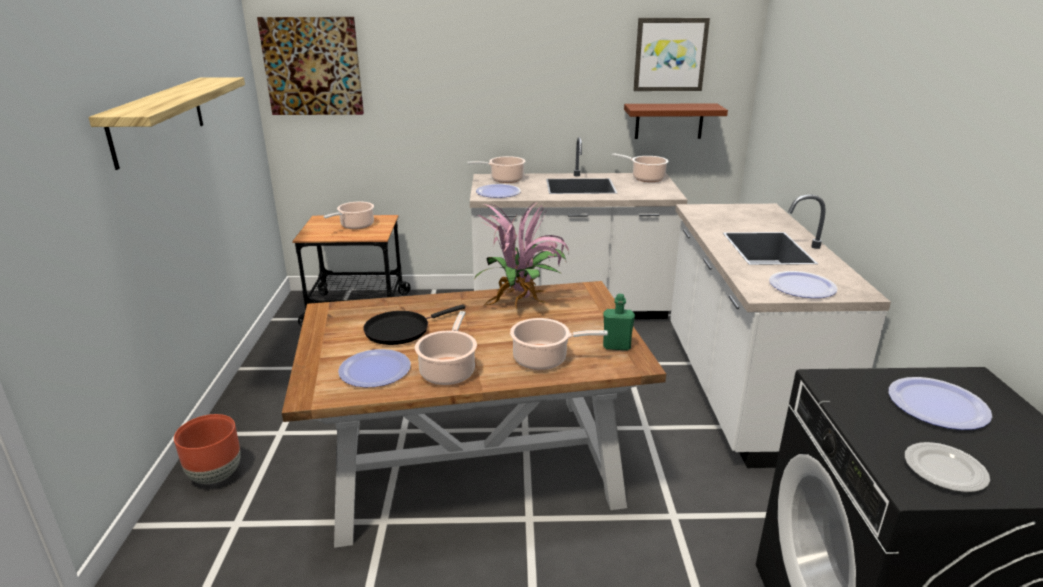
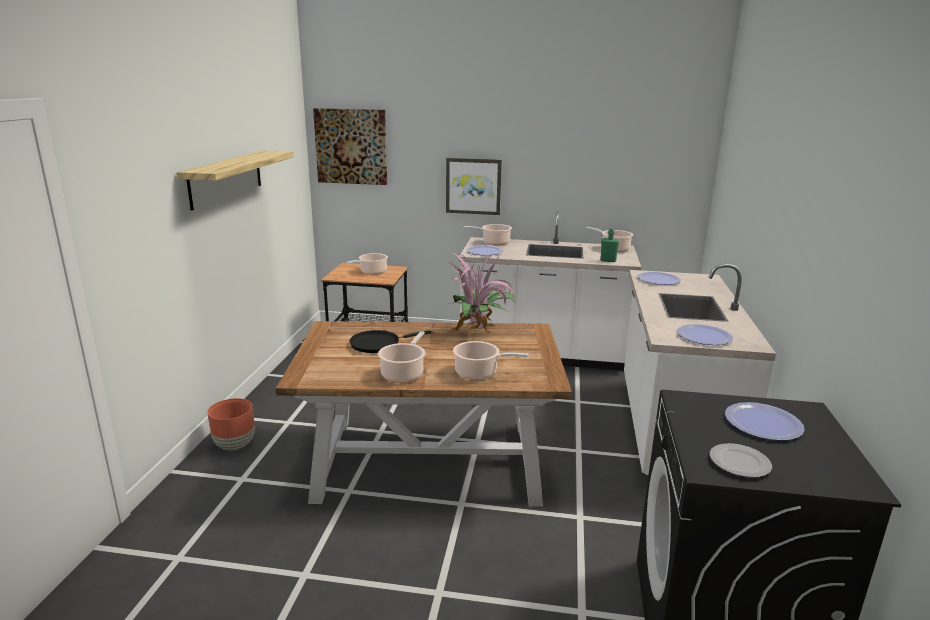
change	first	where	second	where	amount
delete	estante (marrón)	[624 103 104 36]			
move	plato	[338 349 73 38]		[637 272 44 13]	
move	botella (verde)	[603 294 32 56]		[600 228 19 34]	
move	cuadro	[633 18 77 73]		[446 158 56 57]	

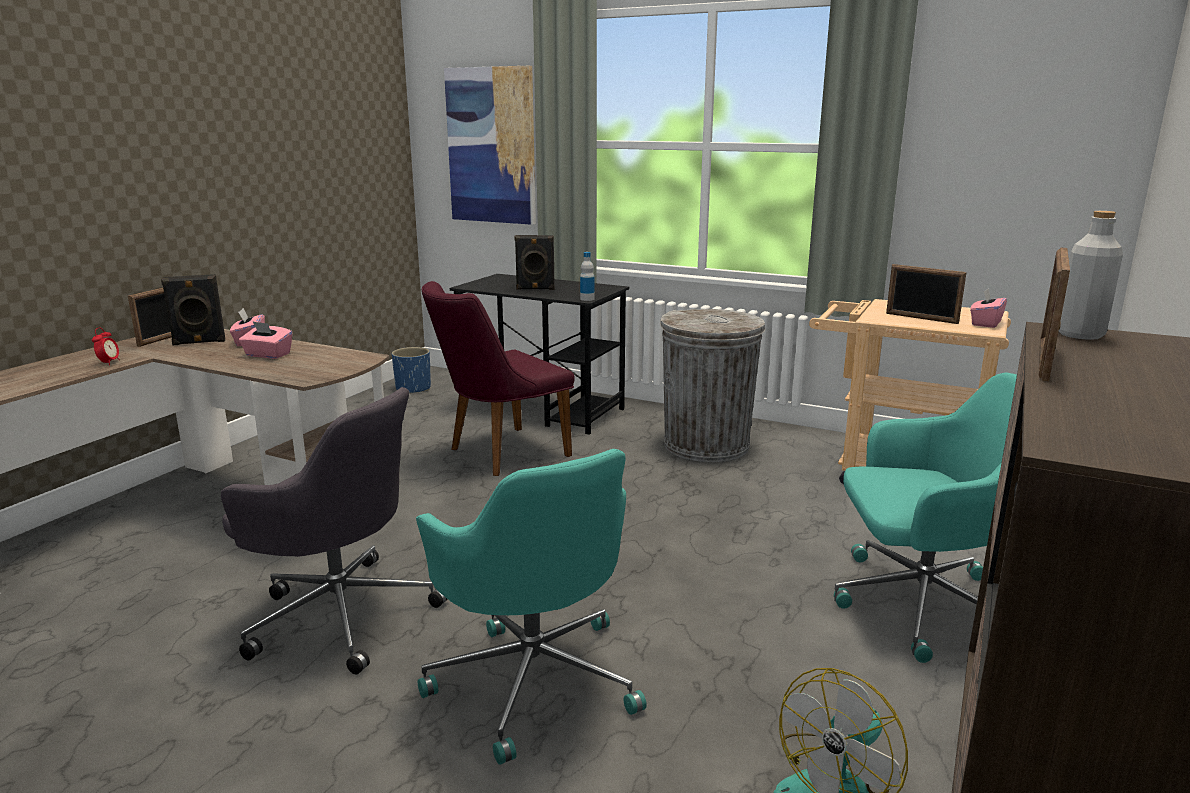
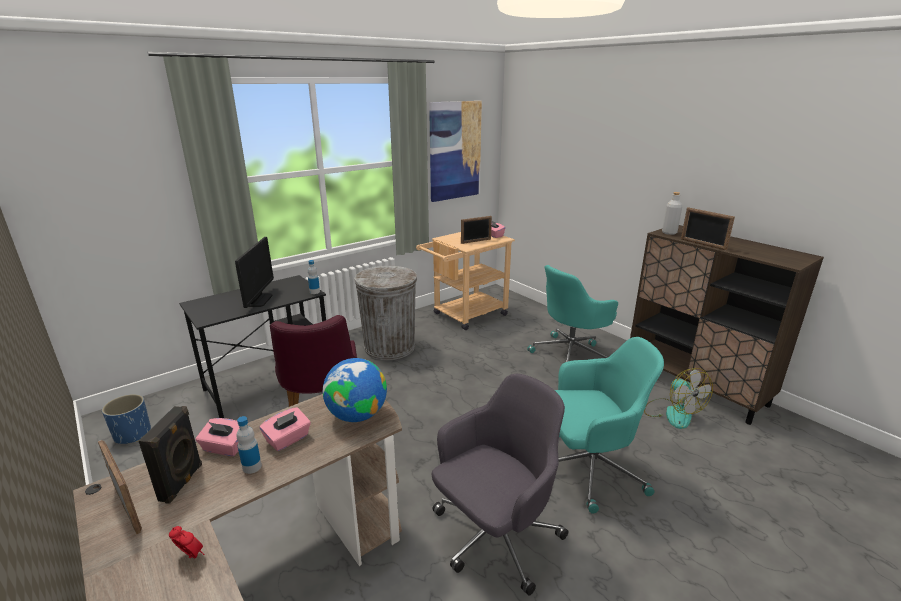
change	first	where	second	where	amount
insert			botella	[237 416 25 58]	
insert			globo terráqueo	[323 358 64 64]	
move	cuadro	[444 66 92 159]		[429 101 53 101]	
replace	altavoz (negro)	[515 235 40 55]	monitor	[235 237 39 71]	
rotate	silla de oficina (turquesa)	[834 373 183 290]		[527 265 91 97]	150 degrees counterclockwise

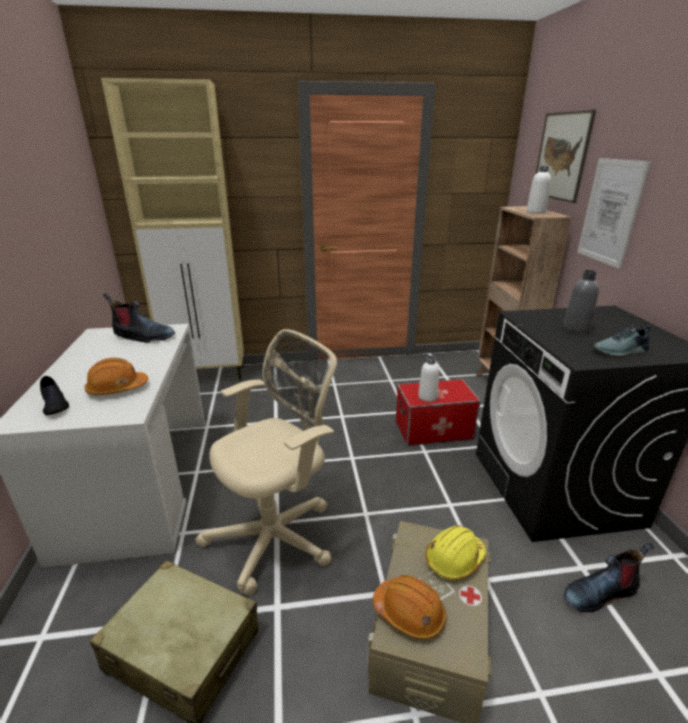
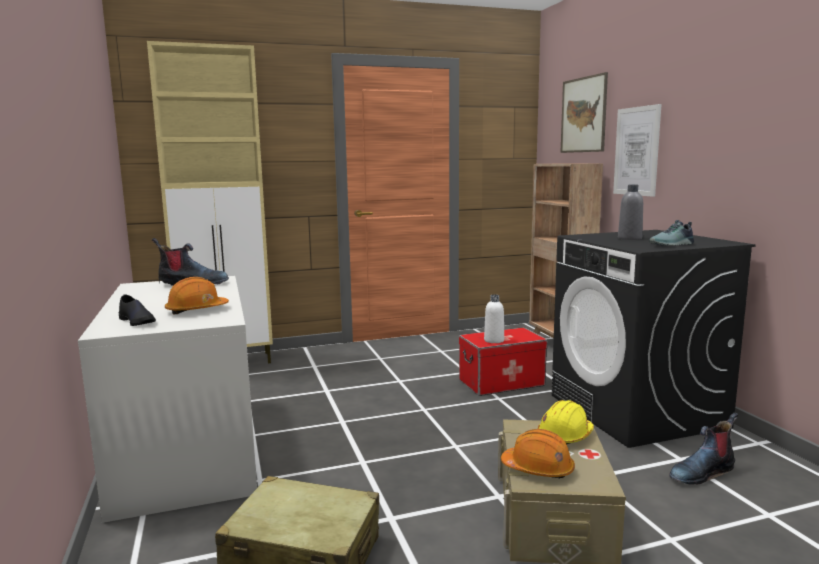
change	first	where	second	where	amount
delete	silla de oficina (beis)	[195 329 142 266]			
delete	botella (blanco)	[526 165 25 49]			

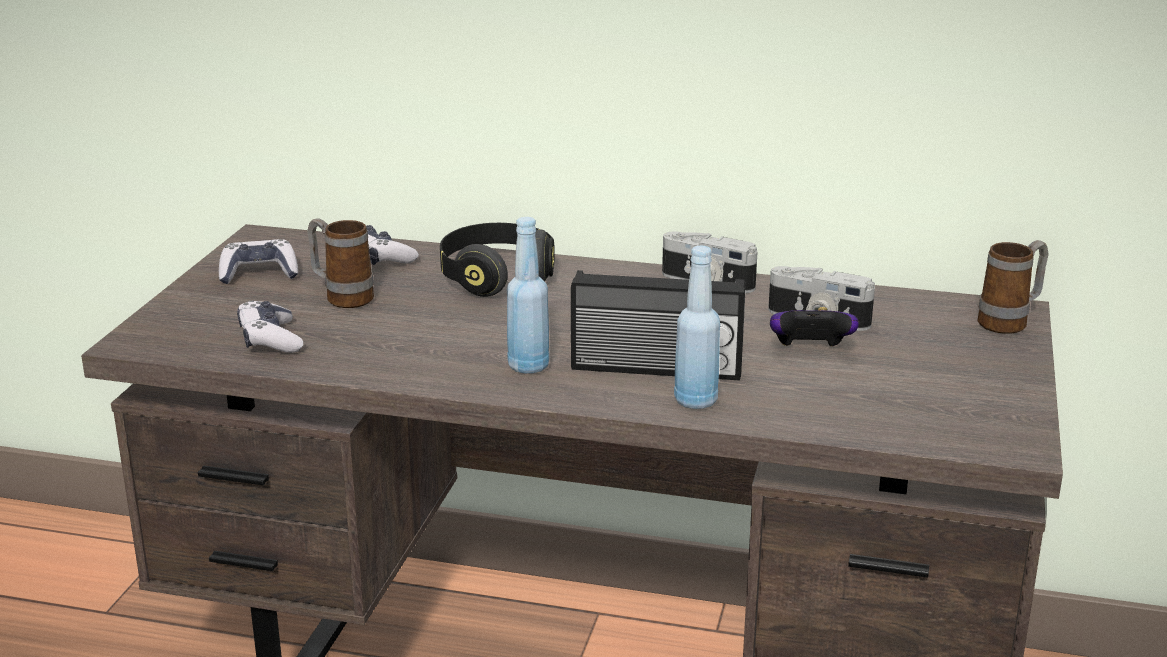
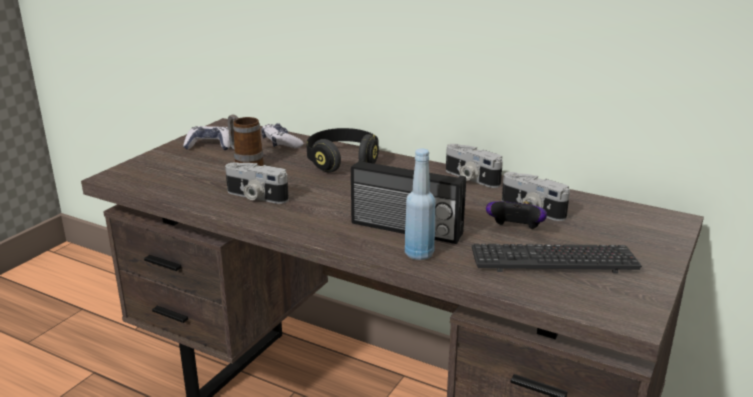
change	first	where	second	where	amount
delete	mando de consola	[237 300 66 53]			
delete	botella (azul)	[507 217 42 157]			
delete	taza grande	[977 240 72 94]			
insert			cámara	[225 162 64 42]	
insert			teclado	[472 244 170 29]	

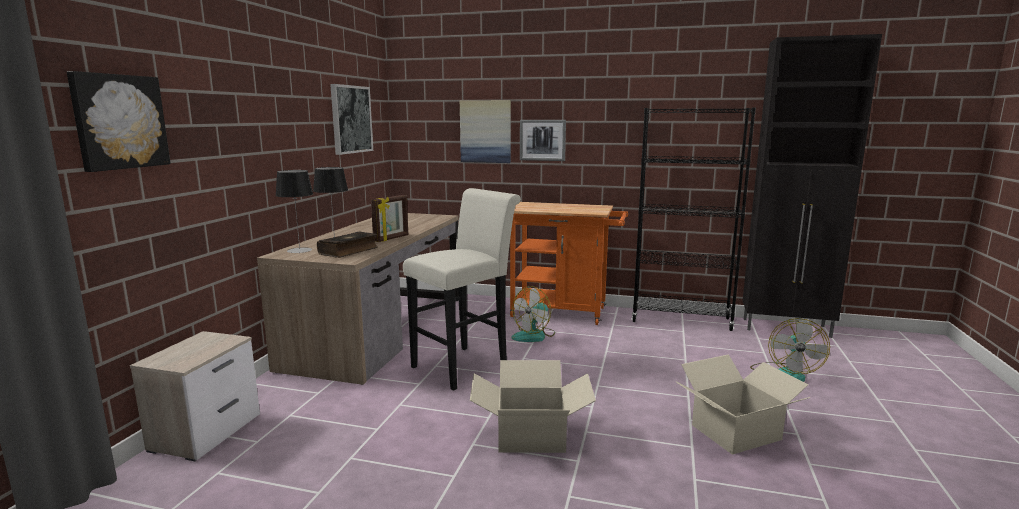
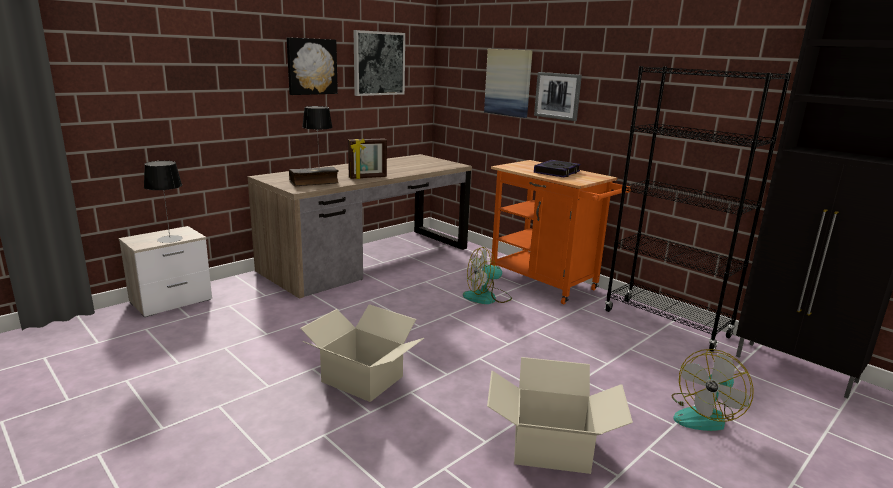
change	first	where	second	where	amount
delete	taburete (blanco)	[403 188 118 203]			
insert			libro	[534 160 47 17]	
move	cuadro	[67 71 104 101]		[287 37 51 58]	
move	lámpara de mesa	[275 170 38 83]		[144 161 38 82]	

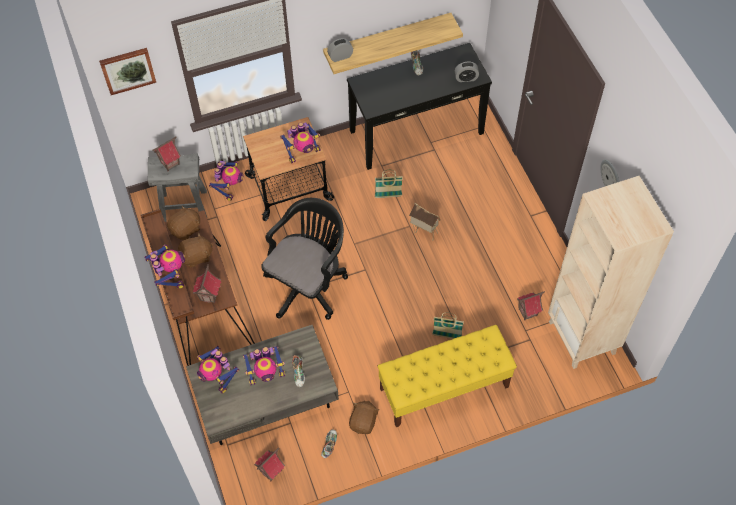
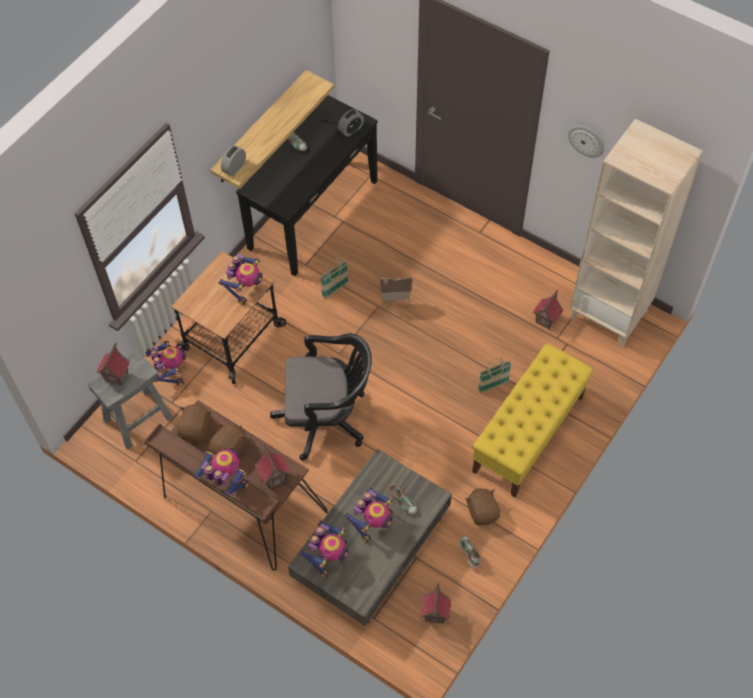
change	first	where	second	where	amount
delete	cuadro	[99 48 57 47]			
rotate	robot de juguete	[197 346 42 48]		[299 521 50 56]	75 degrees counterclockwise
rotate	silla de oficina (negro)	[261 198 87 122]		[270 333 102 128]	90 degrees clockwise

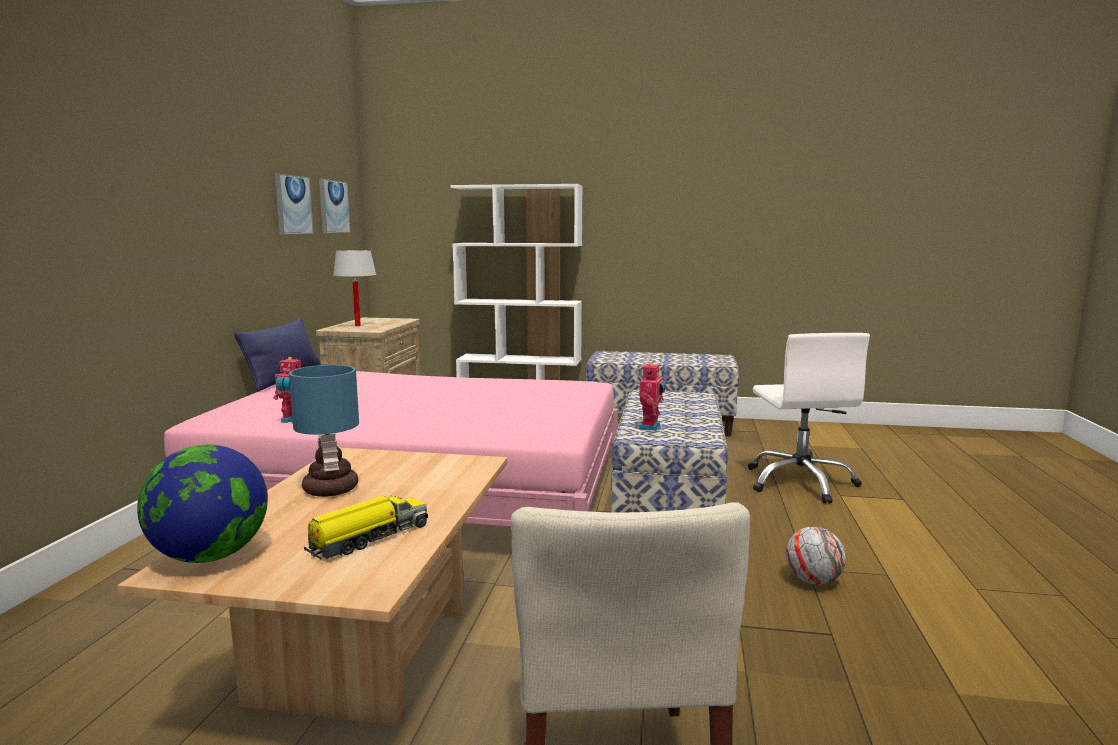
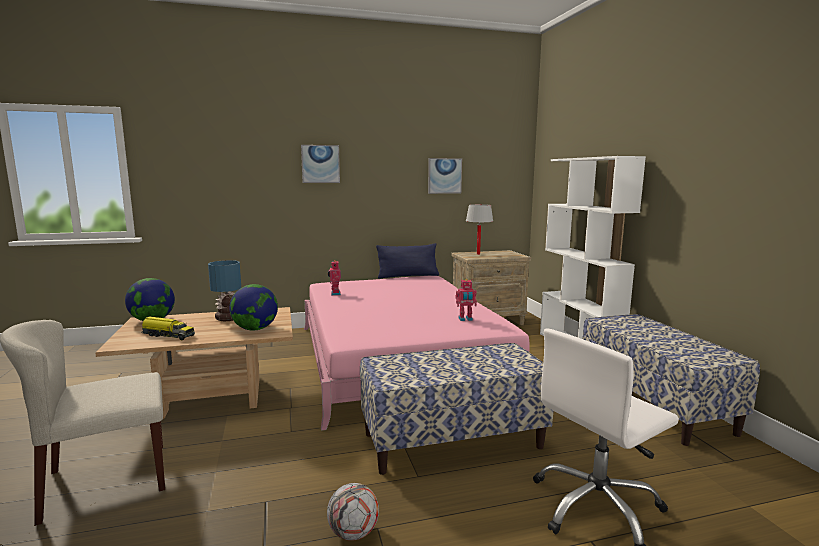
change	first	where	second	where	amount
insert			globo terráqueo	[229 284 49 46]	
move	cuadro	[319 179 31 54]		[301 145 39 38]	
move	robot de juguete	[639 362 27 69]		[455 279 22 42]	

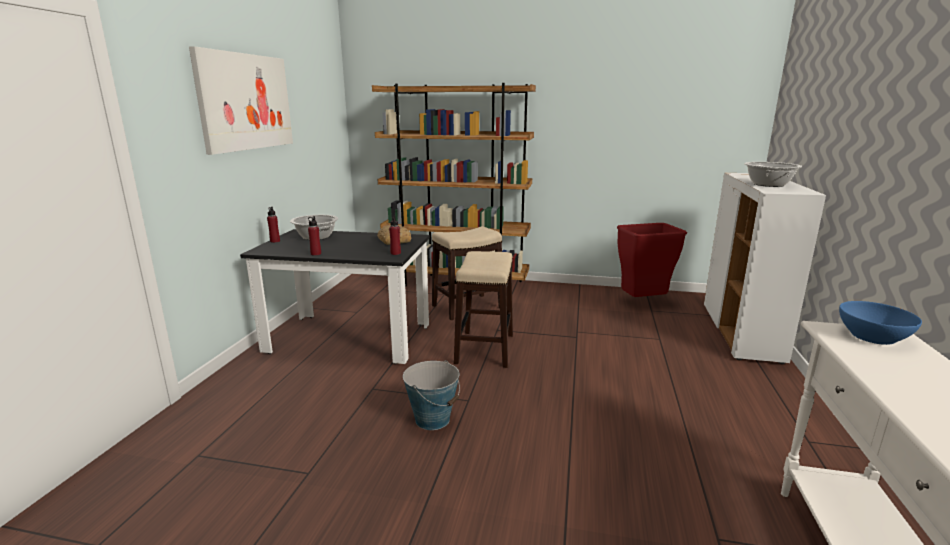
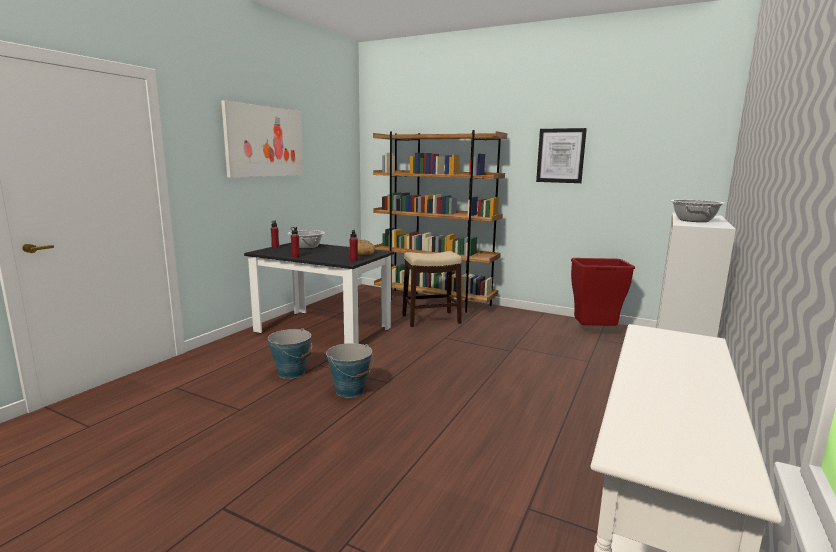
change	first	where	second	where	amount
delete	taburete	[454 251 59 117]			
delete	cuenco (azul)	[839 301 83 44]			
insert			cubo	[268 328 44 51]	
insert			cuadro	[536 128 51 55]	

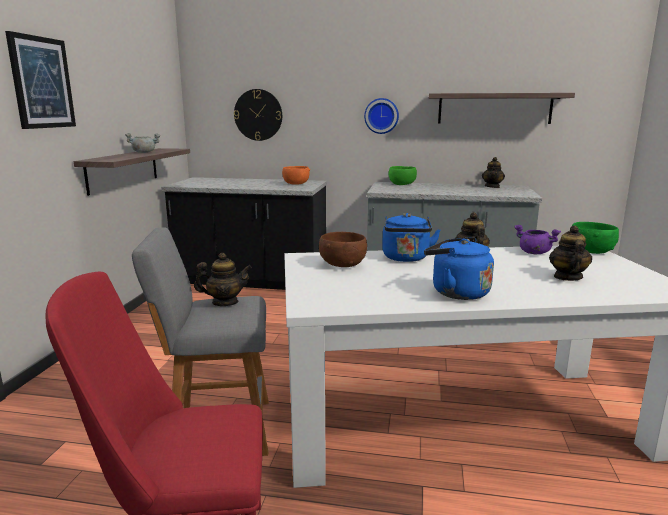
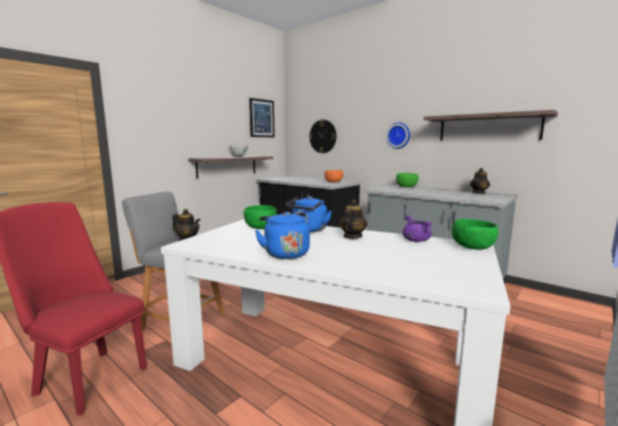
change	first	where	second	where	amount
delete	tetera	[549 225 43 56]			
move	cuadro	[5 31 71 98]		[249 98 26 39]	
recolor	cuenco (marrón)	[319 232 48 35]	cuenco (verde)	[243 205 34 24]	

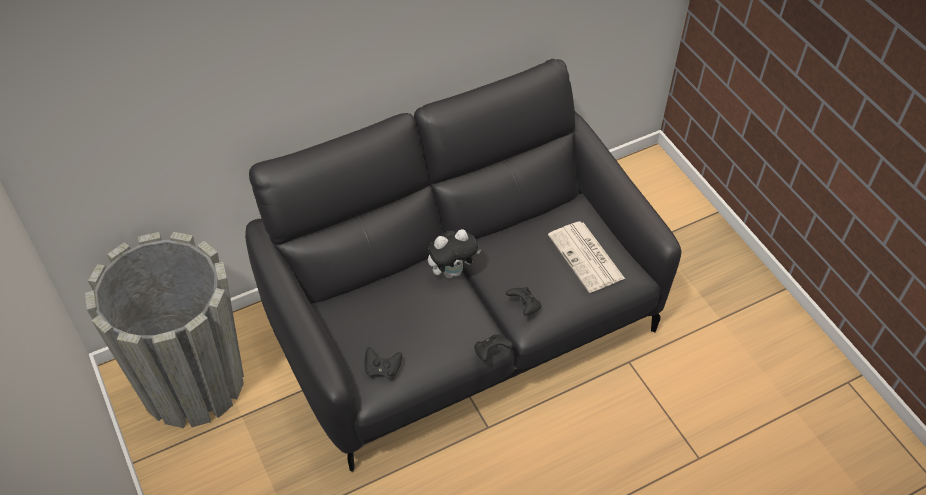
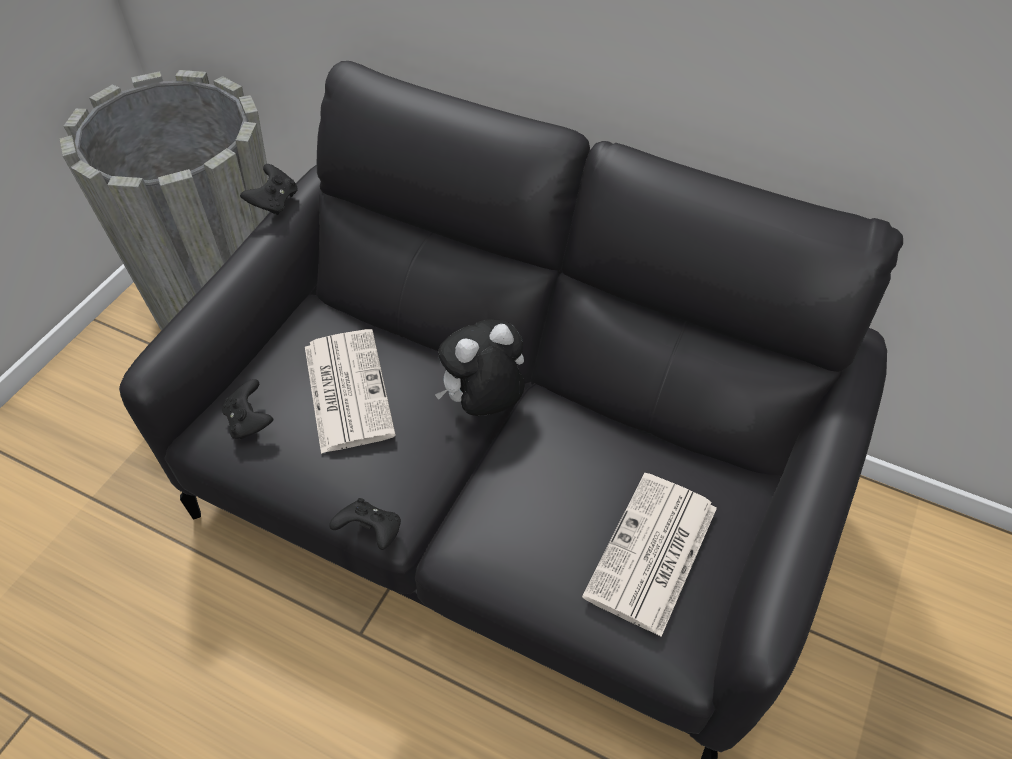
change	first	where	second	where	amount
insert			periódico	[305 329 91 125]	
move	mando de consola (negro)	[506 287 36 28]		[240 164 58 51]	
rotate	peluche	[428 229 53 49]		[435 319 90 97]	120 degrees clockwise

